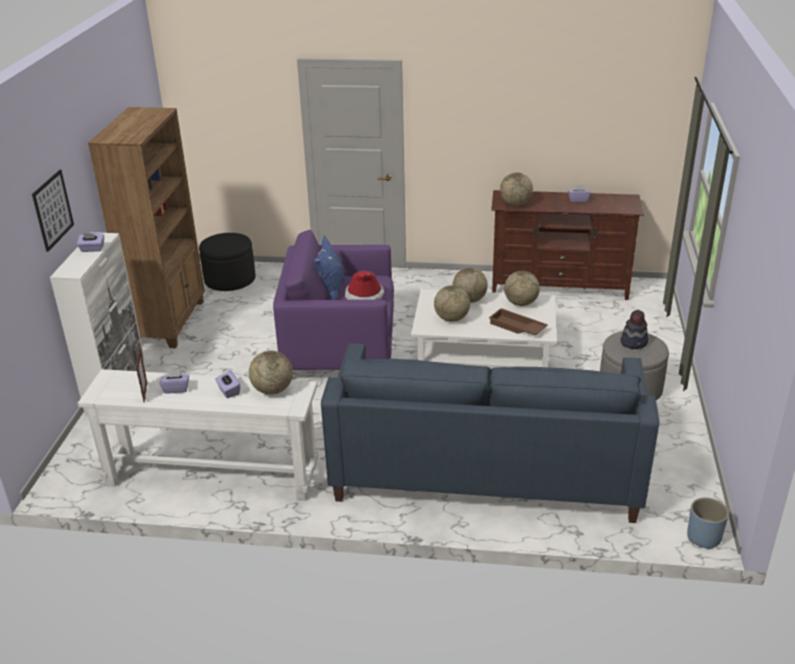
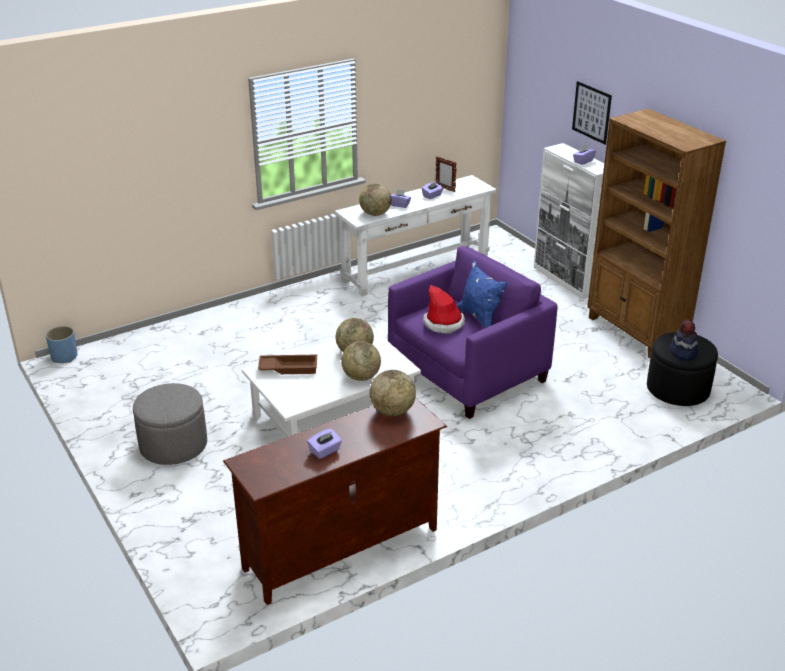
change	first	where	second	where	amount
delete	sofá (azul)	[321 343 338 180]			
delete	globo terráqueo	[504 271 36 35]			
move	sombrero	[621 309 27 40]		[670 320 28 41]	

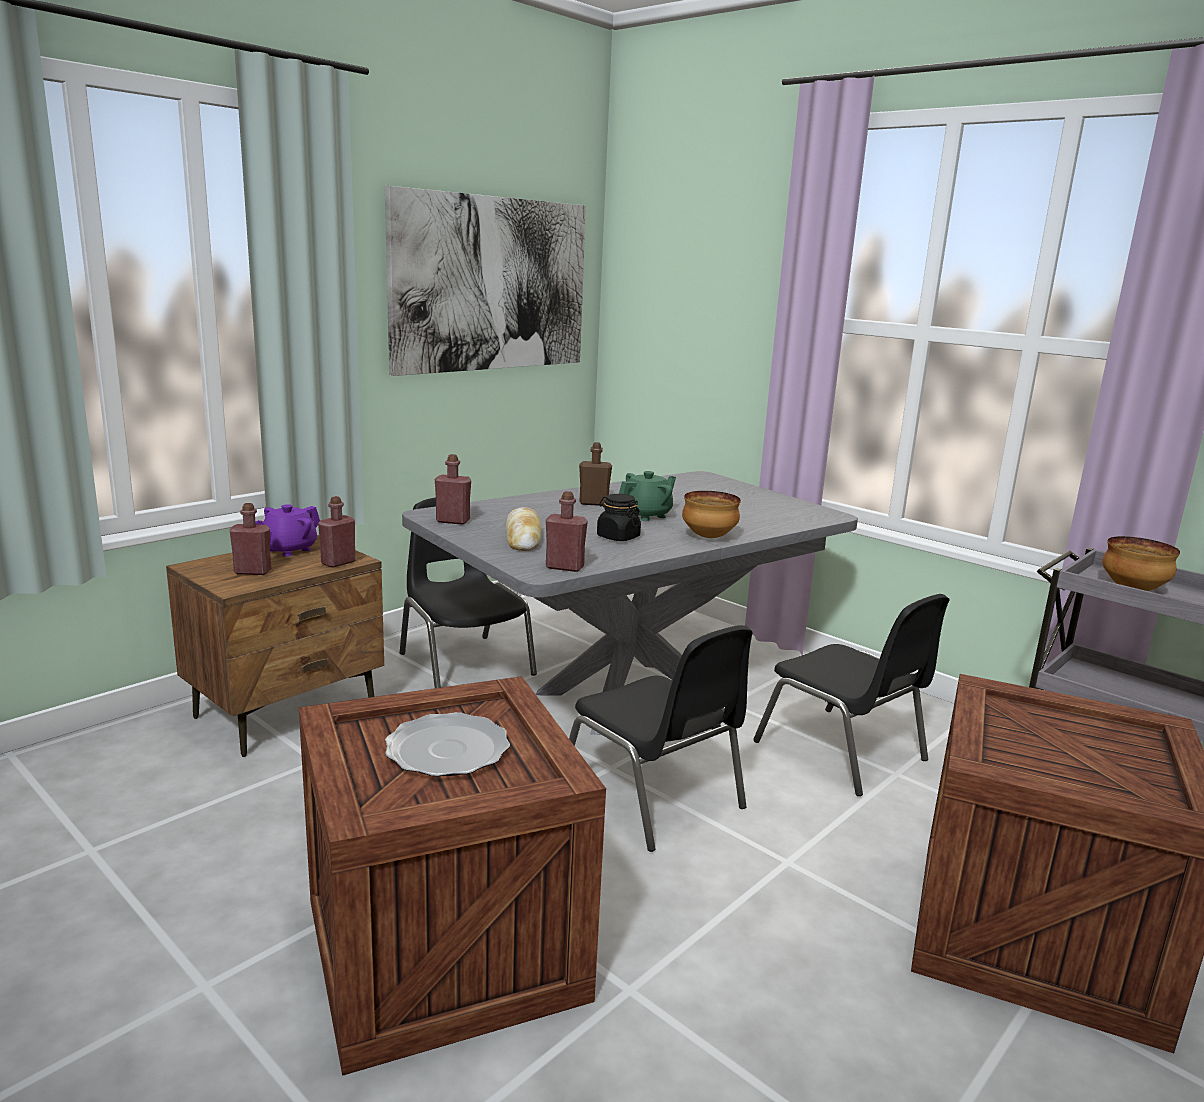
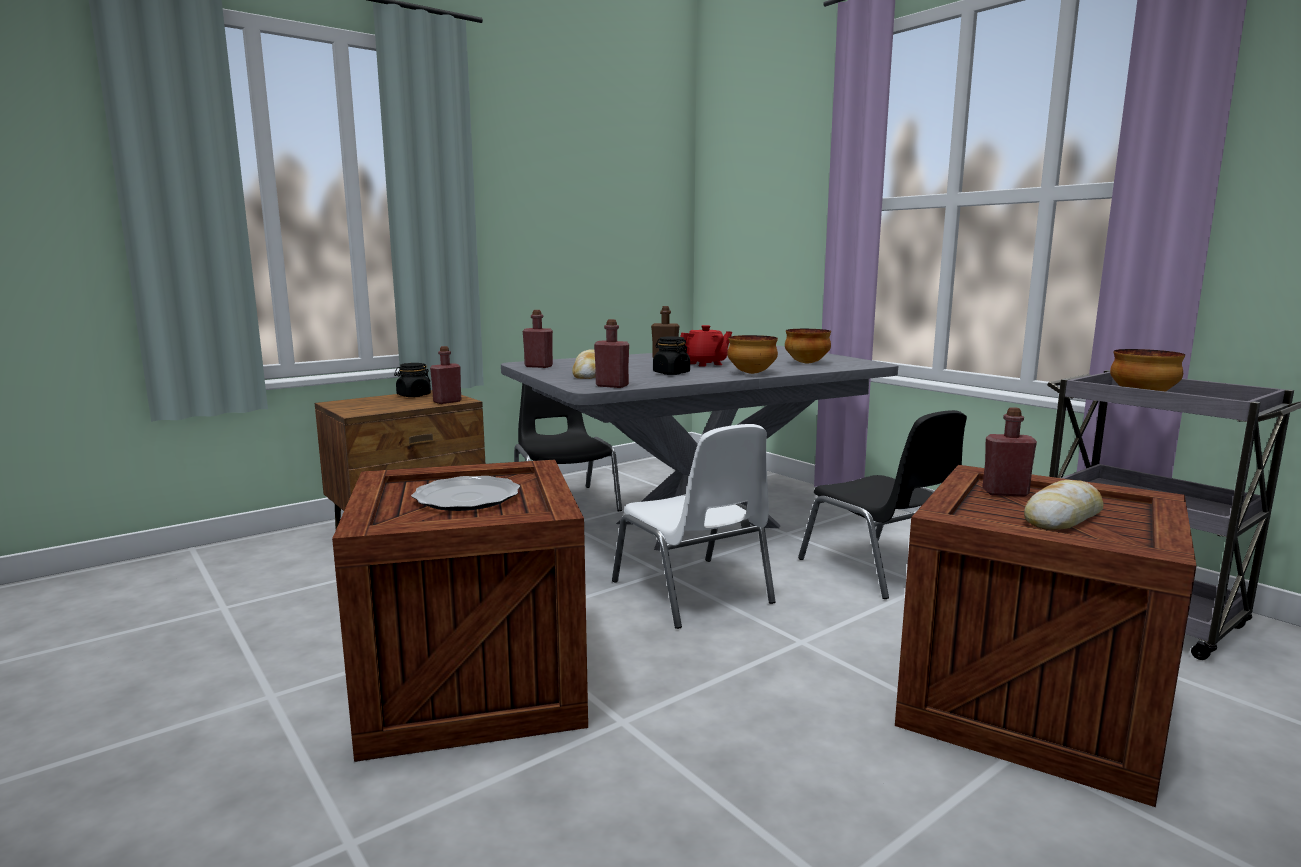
change	first	where	second	where	amount
delete	cuadro	[385 186 201 190]			
insert			cuenco	[785 329 46 35]	
insert			pan	[1024 480 80 51]	
move	botella (rojo)	[229 503 42 72]		[982 407 55 90]	
replace	tetera (morado)	[255 504 65 53]	tarro (negro)	[394 363 37 34]	
recolor	silla (negro)	[569 625 183 227]	silla (blanco)	[612 424 164 205]	
recolor	tetera (verde)	[619 471 57 50]	tetera (rojo)	[680 325 52 42]	

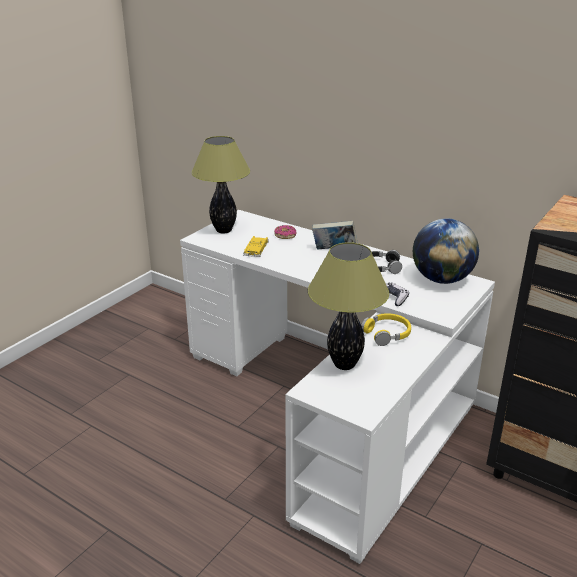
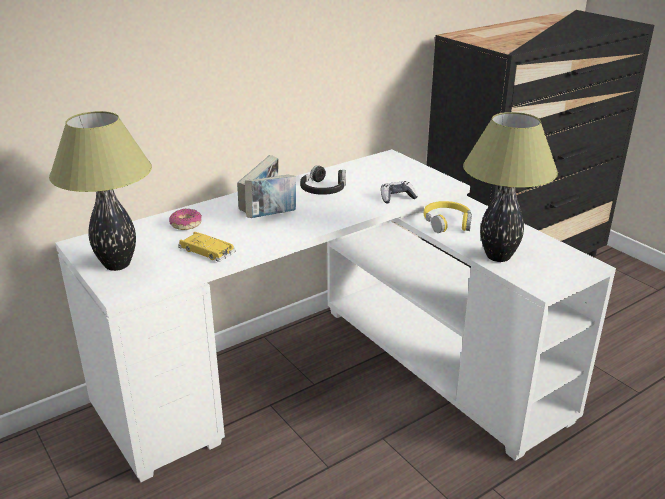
change	first	where	second	where	amount
delete	globo terráqueo	[413 218 66 66]			
insert			libro	[245 175 51 43]	

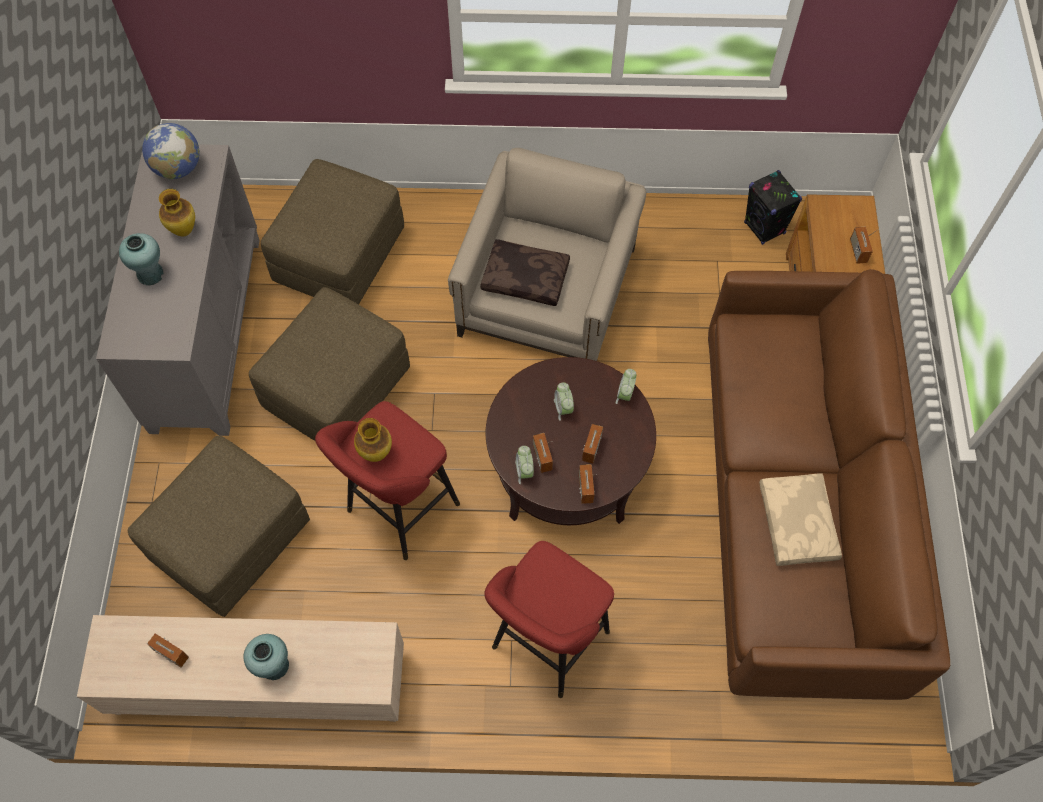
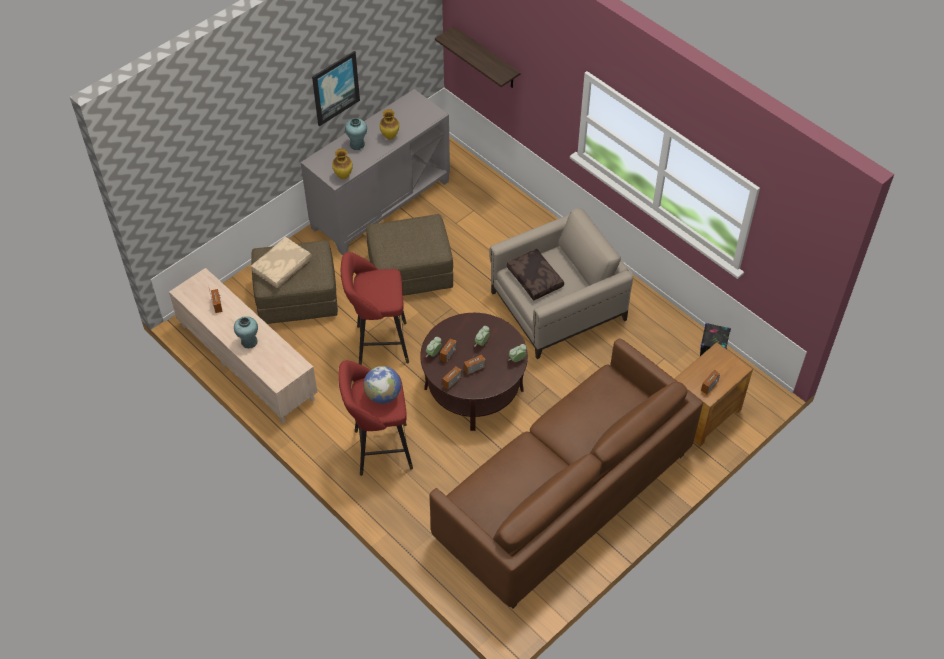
change	first	where	second	where	amount
delete	puf (marrón)	[261 159 143 146]			
insert			cuadro	[312 51 48 75]	
insert			estante	[435 26 86 62]	
move	globo terráqueo	[142 123 58 56]		[363 366 38 38]	
move	florero	[354 418 38 44]		[332 149 21 30]	
move	cojín (beis)	[759 473 83 93]		[251 237 61 51]	

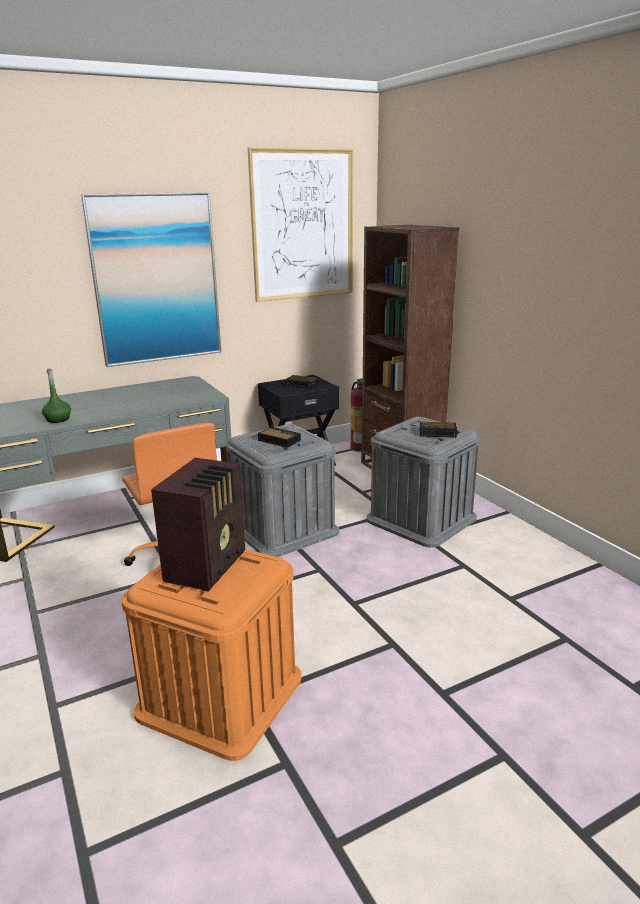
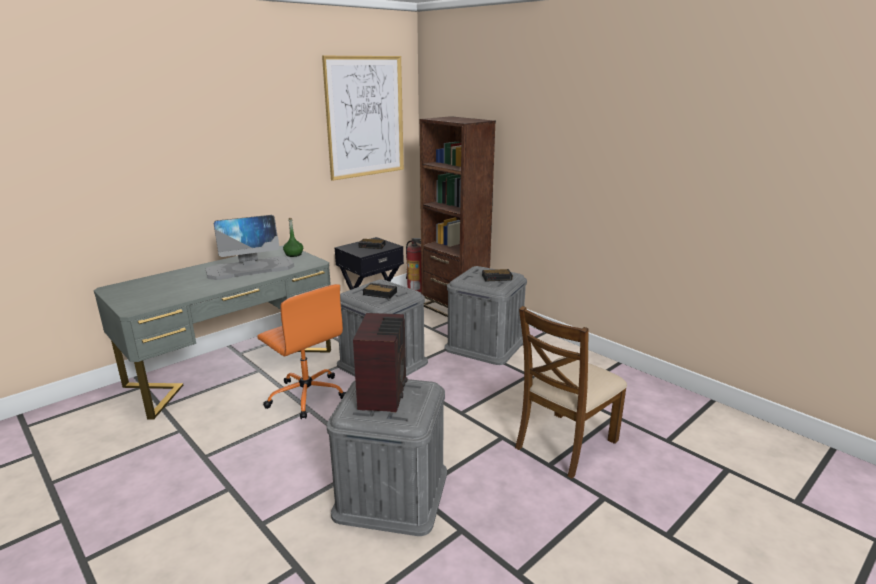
change	first	where	second	where	amount
delete	cuadro	[81 192 140 175]			
insert			monitor	[206 215 88 65]	
insert			silla (marrón)	[515 306 112 173]	
move	botella (verde)	[42 368 29 55]		[283 218 20 39]	
recolor	caja de almacenaje (naranja)	[121 549 180 212]	caja de almacenaje (gris)	[326 379 121 157]	

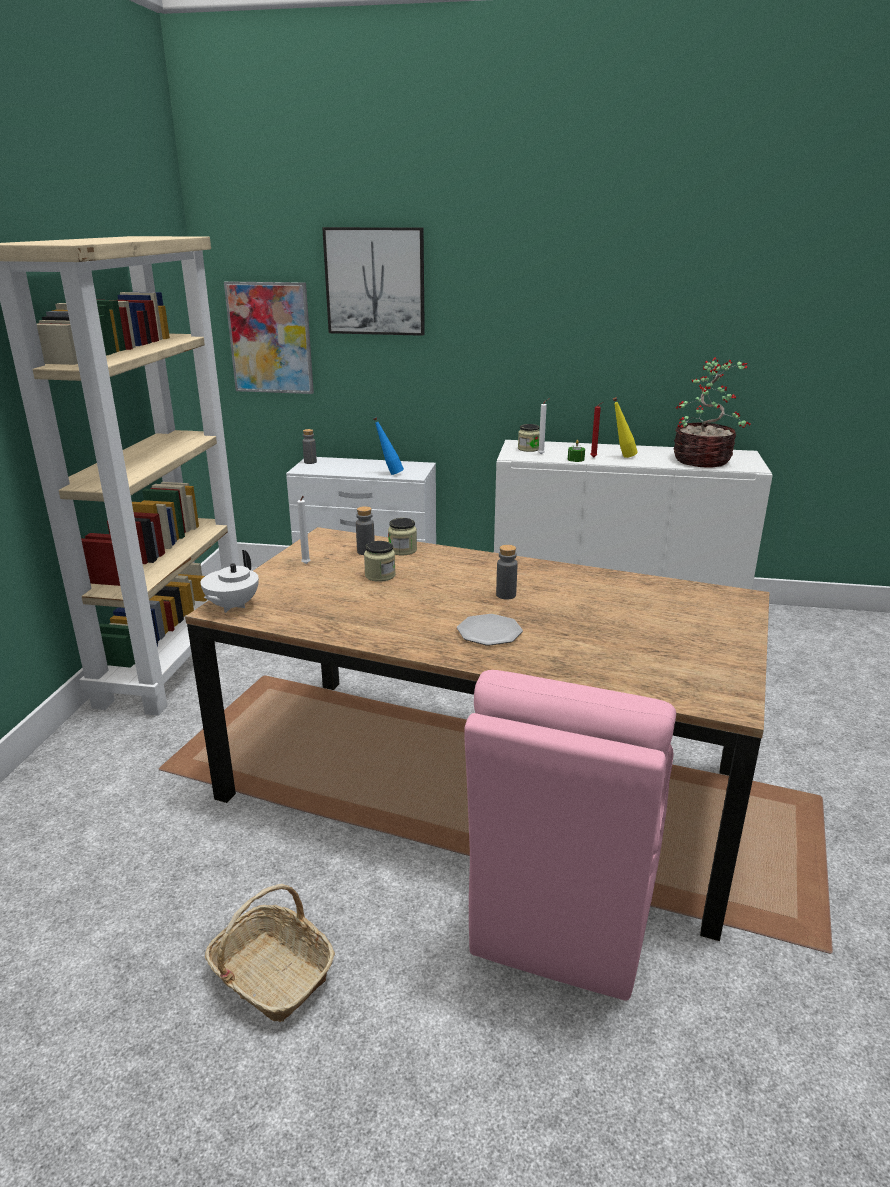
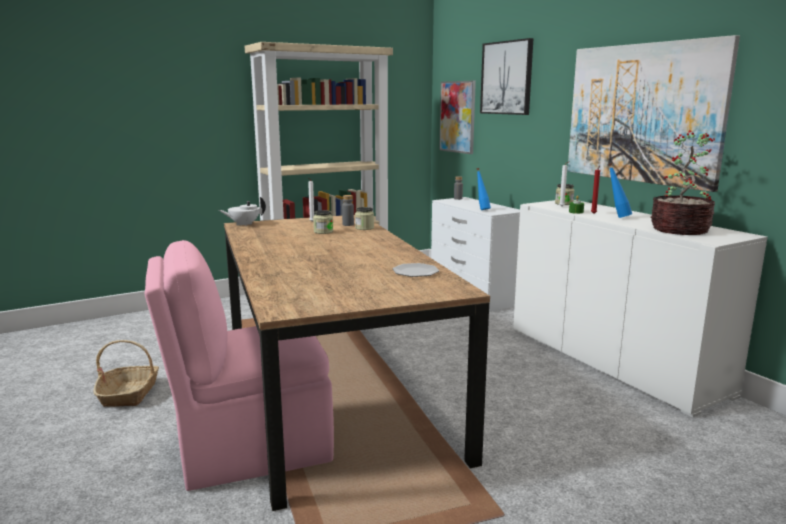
change	first	where	second	where	amount
delete	botella (gris)	[496 545 22 54]			
insert			cuadro	[567 35 173 157]	
move	plato	[457 614 66 32]		[392 263 47 14]	
recolor	botella (amarillo)	[613 397 25 61]	botella (azul)	[608 163 24 55]	

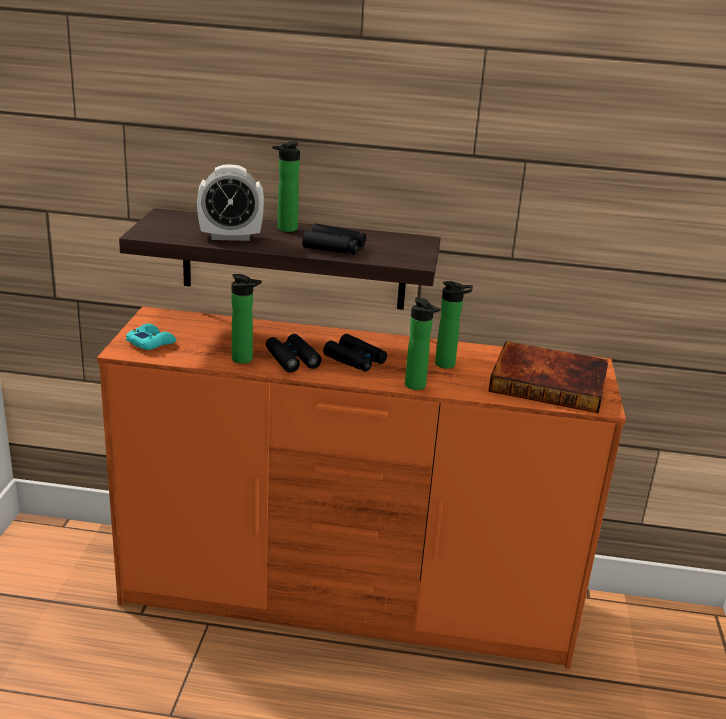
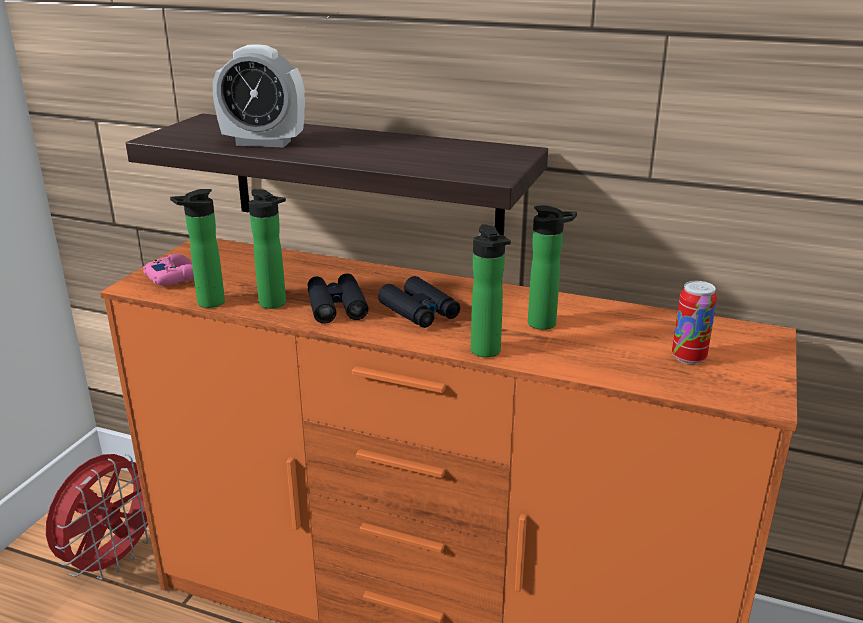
change	first	where	second	where	amount
delete	prismáticos (negro)	[302 223 64 32]			
insert			ventilador (rojo)	[46 453 103 127]	
move	botella	[272 141 28 91]		[170 189 55 119]	
replace	libro	[489 341 120 72]	lata	[672 281 45 83]	
recolor	mando de consola (turquesa)	[126 324 50 26]	mando de consola (rosa)	[143 254 51 32]	

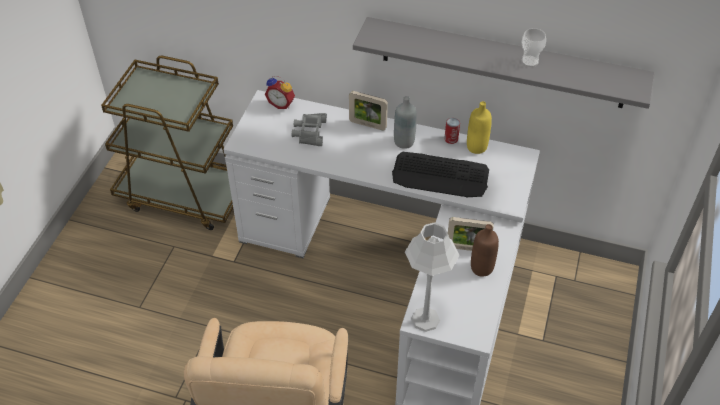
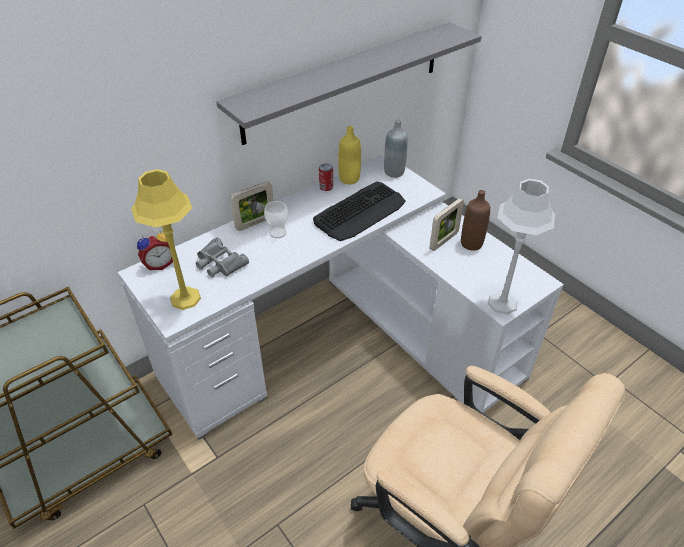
change	first	where	second	where	amount
insert			lámpara de mesa (amarillo)	[131 169 70 141]	
move	botella (gris)	[394 96 23 53]		[384 119 23 59]	
move	taza	[521 28 25 39]		[264 201 24 37]	

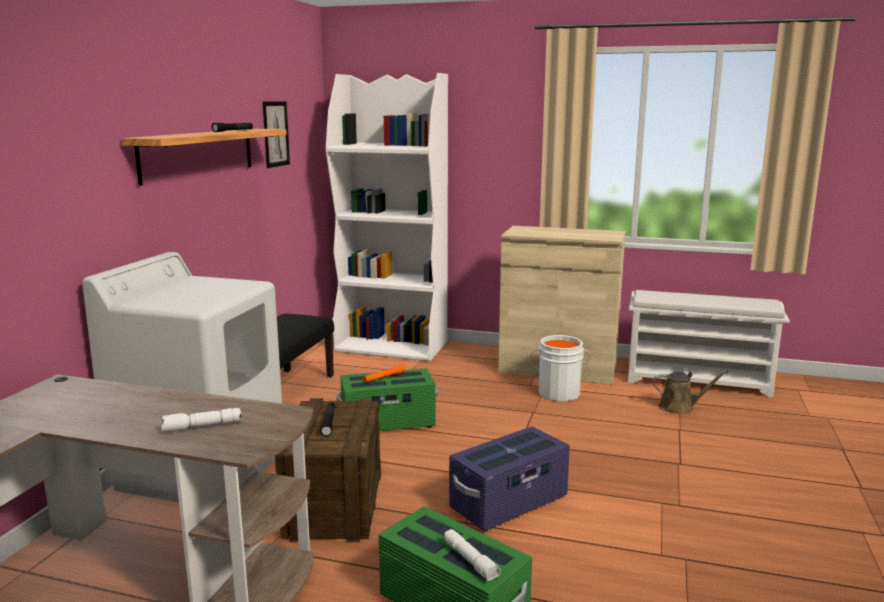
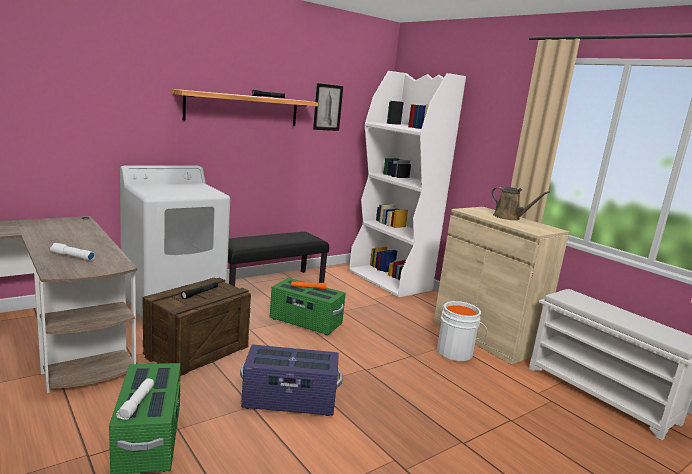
change	first	where	second	where	amount
move	regadera (marrón)	[653 371 75 43]		[491 187 59 33]	

